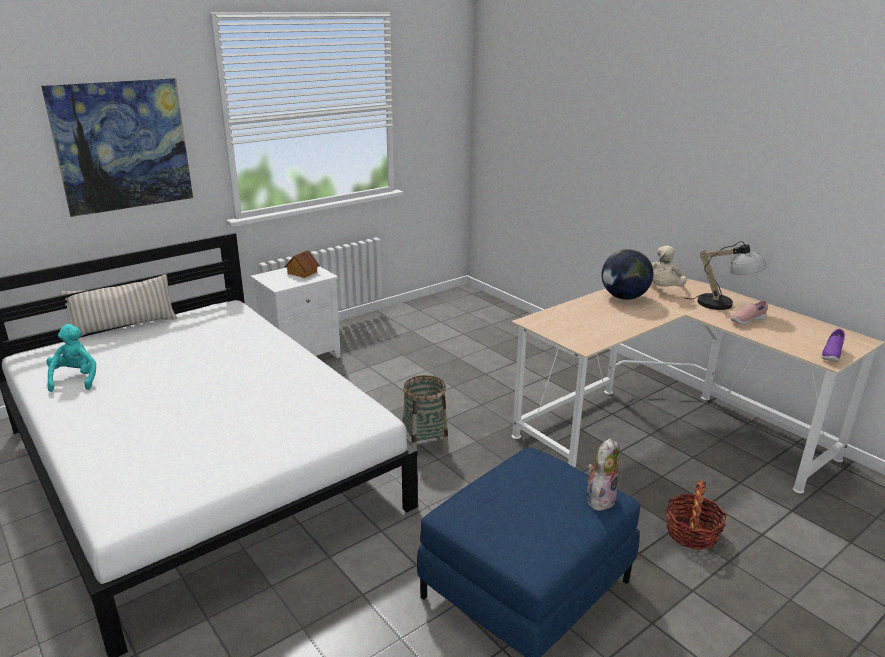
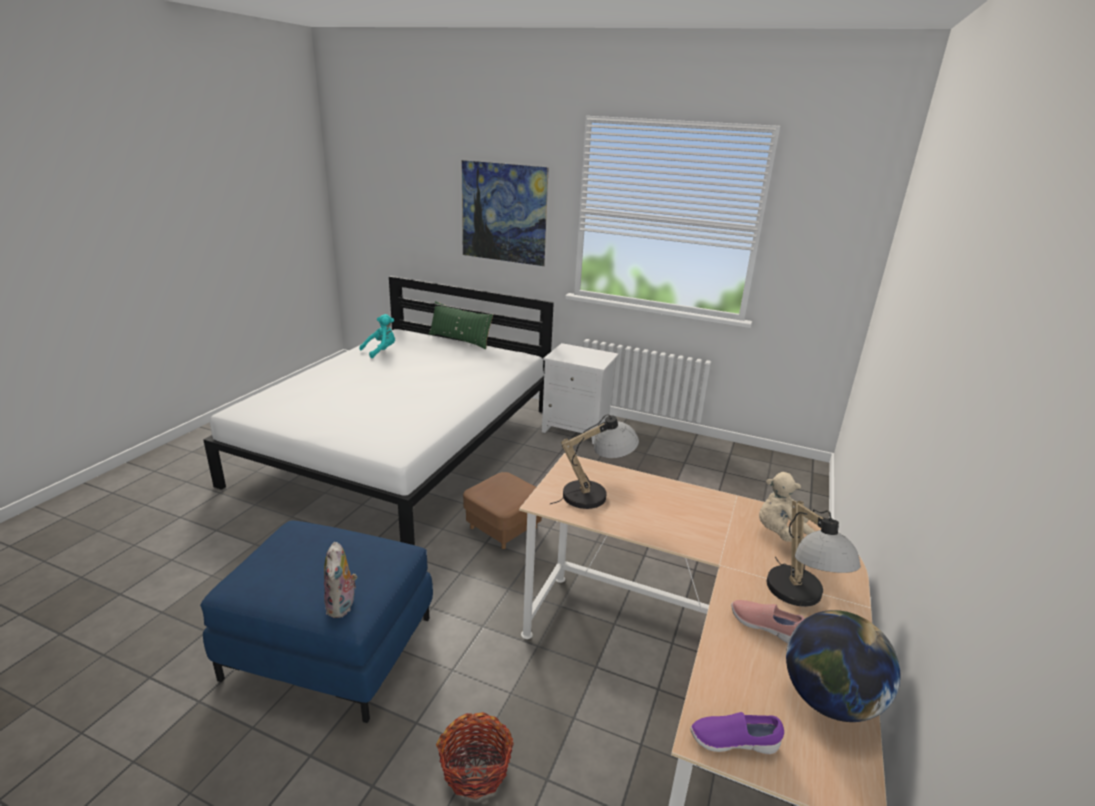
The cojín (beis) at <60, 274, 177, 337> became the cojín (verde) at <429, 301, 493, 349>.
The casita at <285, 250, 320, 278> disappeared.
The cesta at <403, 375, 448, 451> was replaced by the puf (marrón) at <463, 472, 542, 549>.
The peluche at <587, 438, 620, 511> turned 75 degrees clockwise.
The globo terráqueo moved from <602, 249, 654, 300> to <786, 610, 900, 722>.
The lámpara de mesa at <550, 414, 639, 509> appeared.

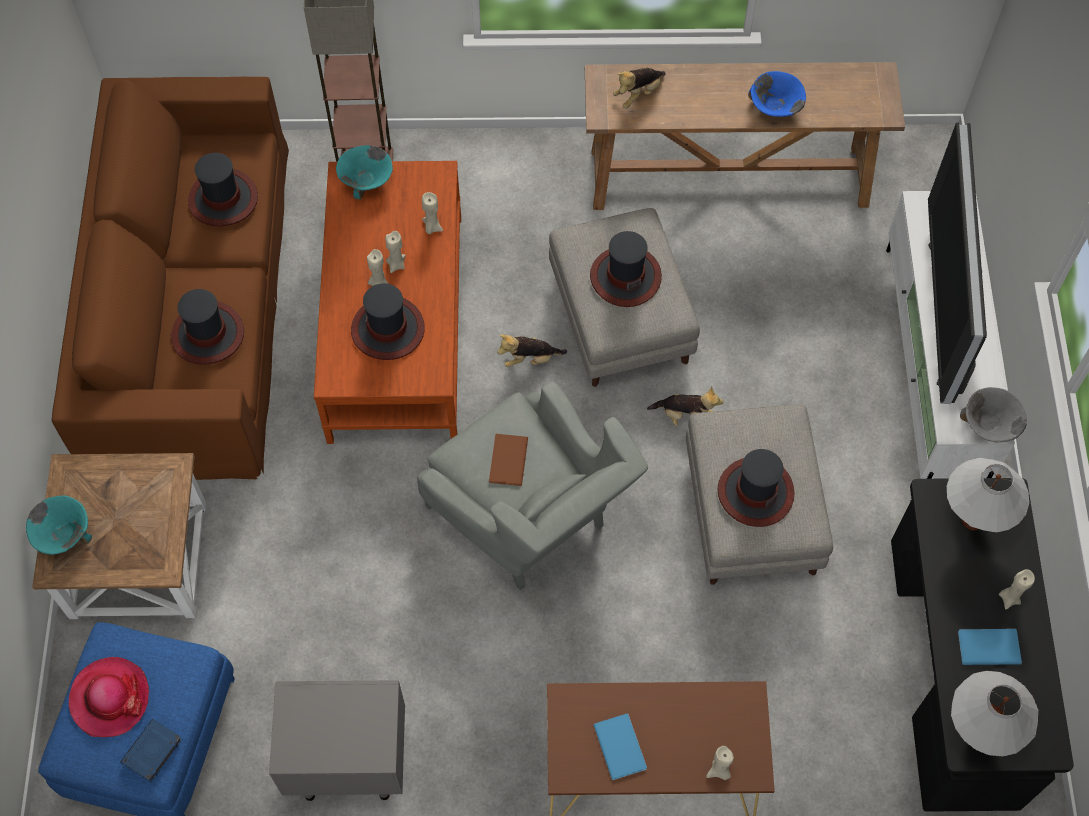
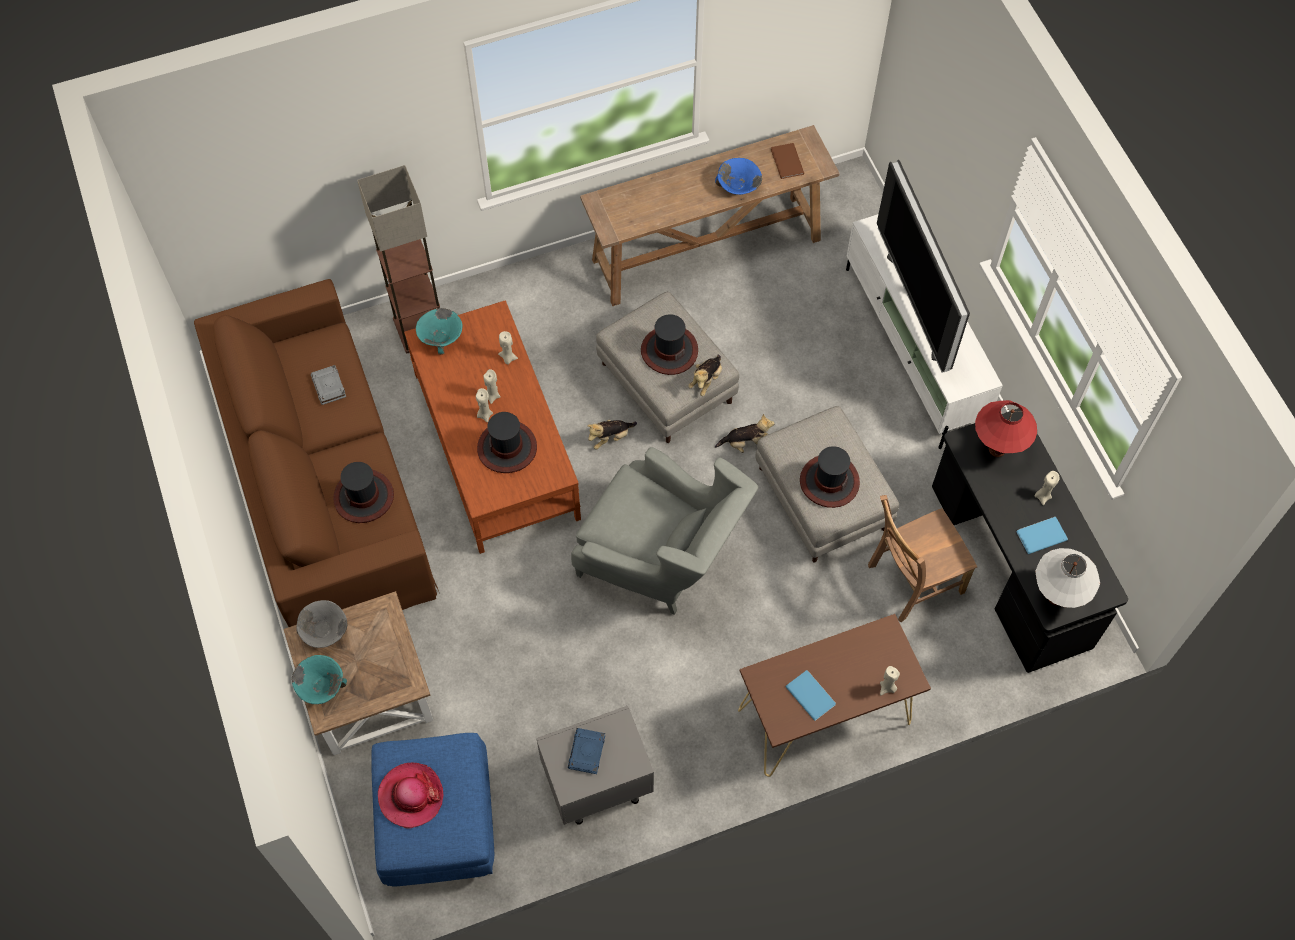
The libro (azul) moved from <120, 719, 183, 782> to <568, 728, 605, 774>.
The sombrero at <188, 153, 258, 227> was replaced by the libro (gris) at <311, 365, 346, 405>.
The libro (marrón) moved from <489, 434, 528, 486> to <771, 143, 804, 179>.
The peluche moved from <613, 68, 665, 108> to <688, 355, 722, 396>.
The lámpara de mesa (blanco) at <947, 457, 1029, 533> became the lámpara de mesa (rojo) at <975, 400, 1037, 457>.
The cuenco (gris) moved from <960, 387, 1027, 443> to <296, 600, 348, 648>.
The silla (marrón) at <868, 495, 977, 622> appeared.

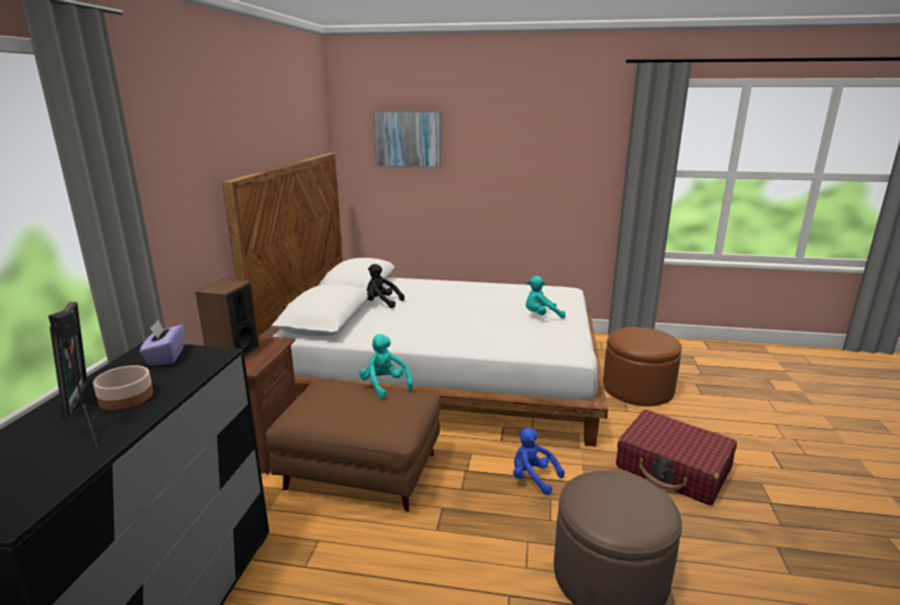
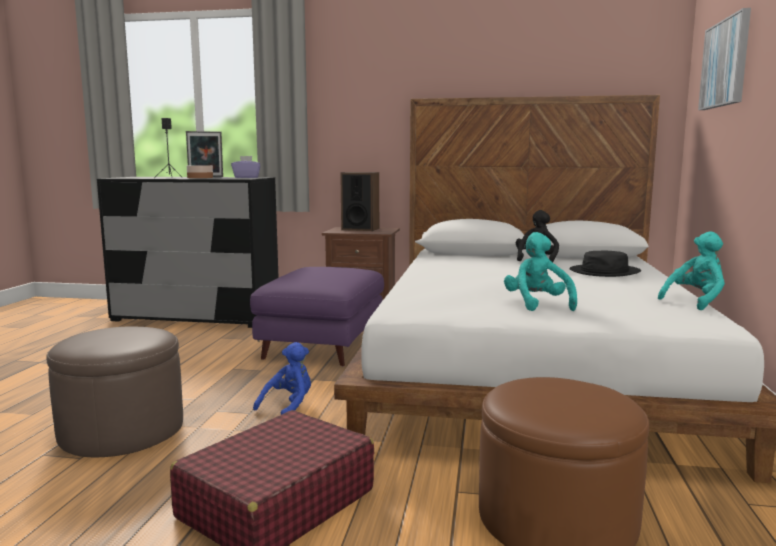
The puf (marrón) at <265, 379, 441, 512> became the puf (morado) at <250, 267, 384, 366>.
The peluche (turquesa) moved from <359, 334, 413, 398> to <658, 231, 725, 310>.
The sombrero (negro) at <569, 251, 641, 277> appeared.

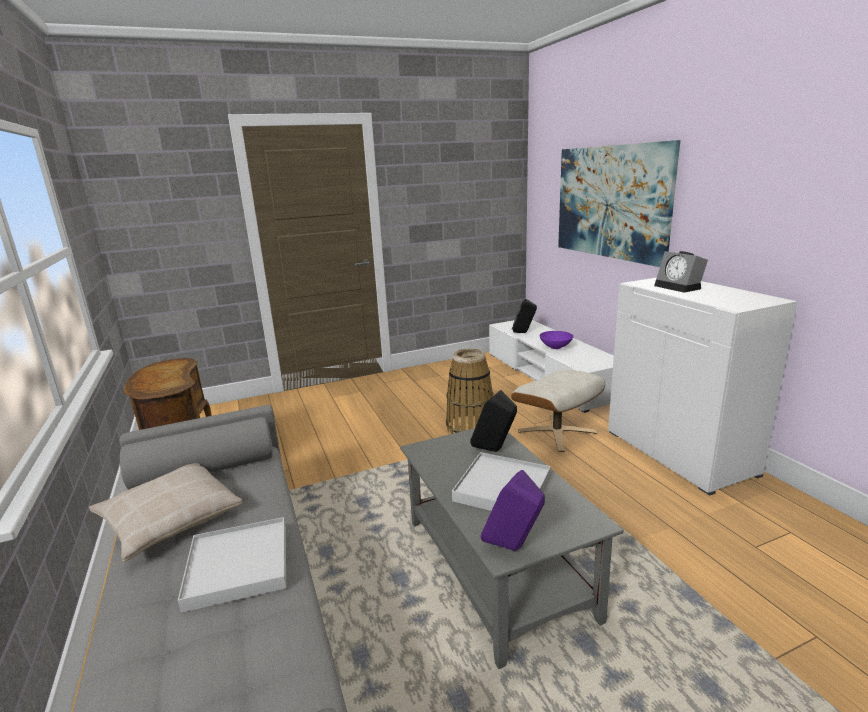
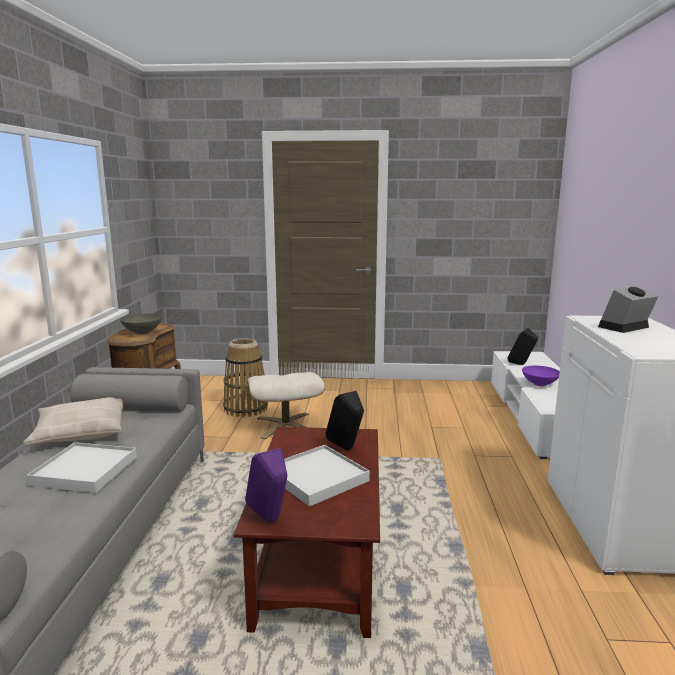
The mesa de centro (gris) at <400, 428, 624, 669> became the mesa de centro (marrón) at <234, 427, 380, 638>.
The cesta moved from <446, 348, 494, 434> to <223, 338, 268, 417>.
The puf (beis) moved from <511, 370, 605, 452> to <247, 372, 325, 439>.
The cuadro at <558, 140, 680, 267> disappeared.
The despertador at <654, 251, 708, 293> turned 60 degrees clockwise.
The cuenco (gris) at <120, 314, 162, 334> appeared.

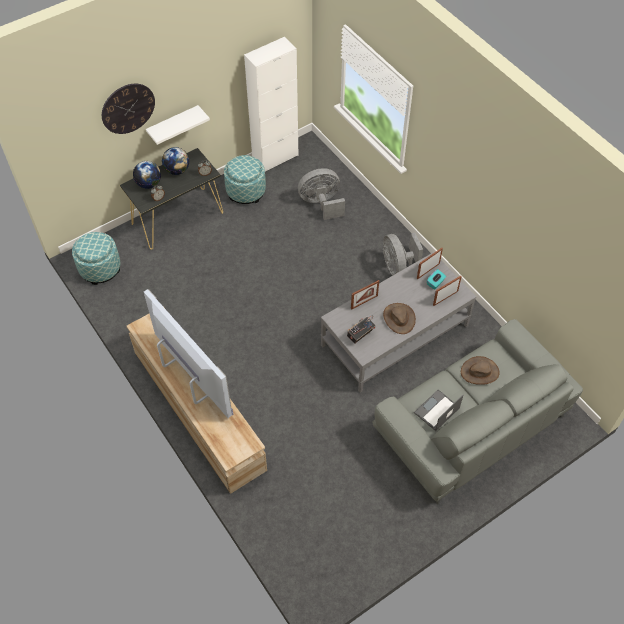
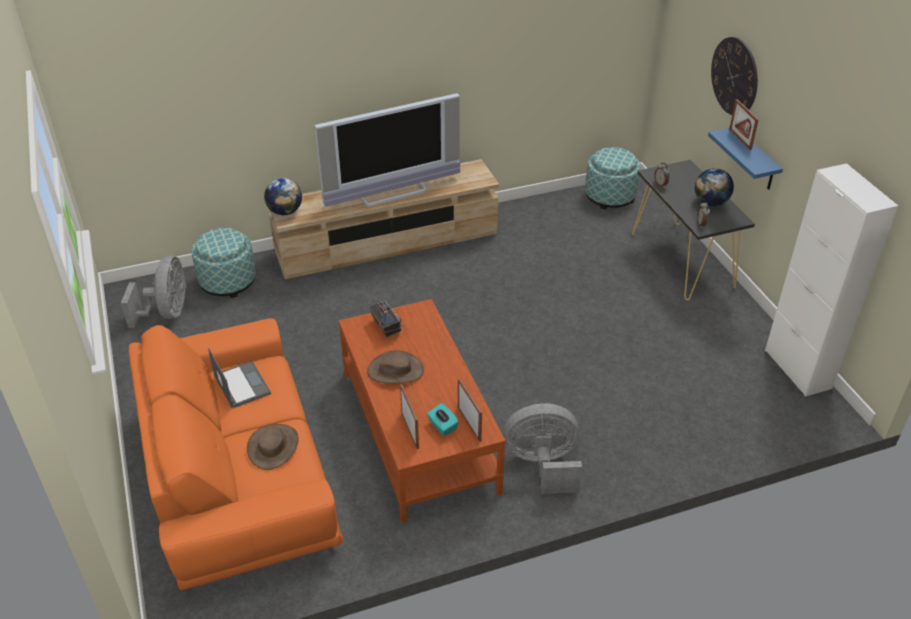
The globo terráqueo moved from <133, 161, 161, 189> to <264, 178, 302, 215>.
The estante (blanco) at <146, 105, 210, 145> became the estante (azul) at <708, 128, 783, 190>.
The puf moved from <224, 155, 266, 204> to <192, 228, 256, 298>.
The ventilador (gris) moved from <298, 168, 345, 220> to <121, 256, 186, 328>.
The mesa de centro (gris) at <321, 252, 476, 393> became the mesa de centro (marrón) at <339, 299, 506, 524>.
The portarretratos moved from <351, 280, 379, 310> to <729, 99, 759, 150>.
The sofá (gris) at <372, 319, 583, 505> became the sofá (naranja) at <129, 318, 343, 598>.

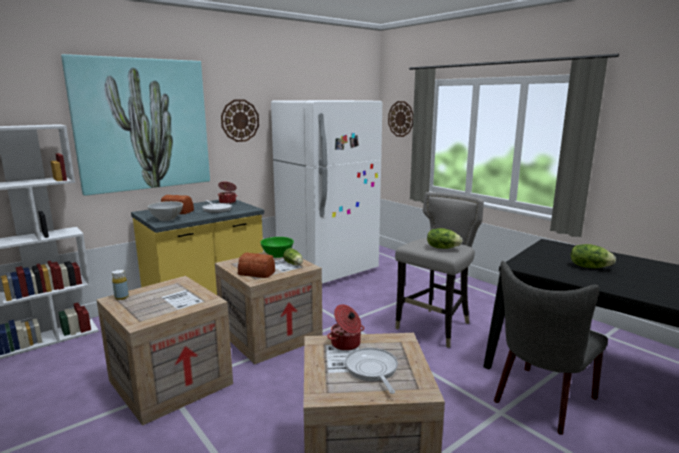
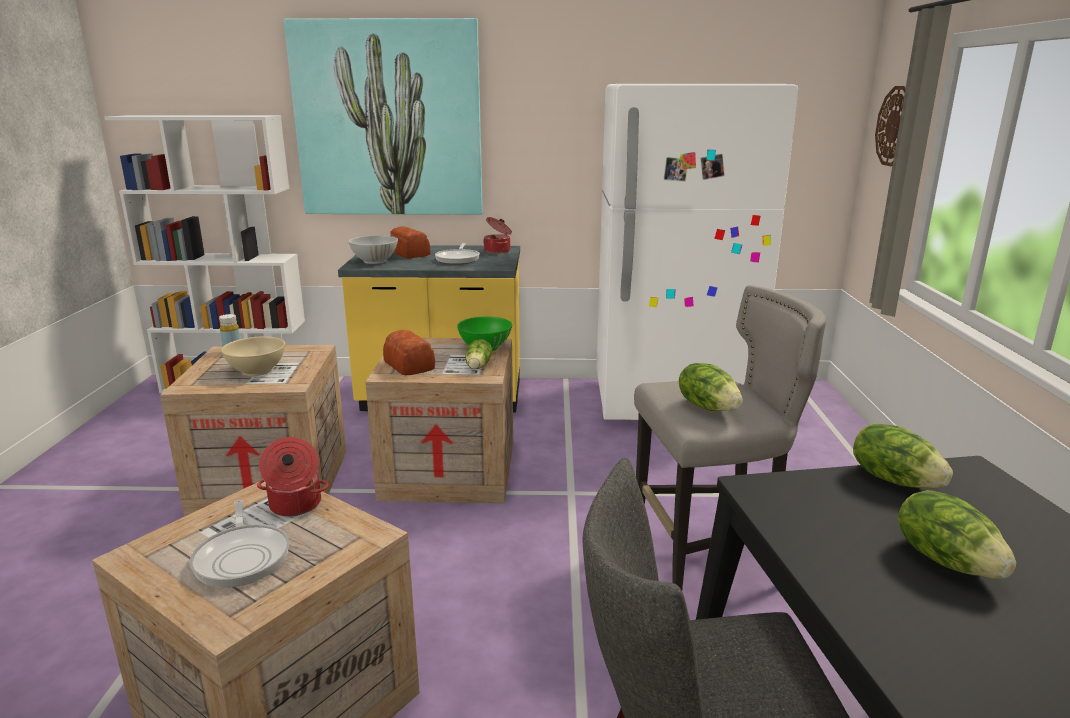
The reloj de pared at <221, 99, 259, 142> disappeared.
The sartén at <345, 348, 398, 394> turned 135 degrees clockwise.
The cuenco (beis) at <221, 336, 285, 376> appeared.
The lechuga at <853, 424, 953, 488> appeared.

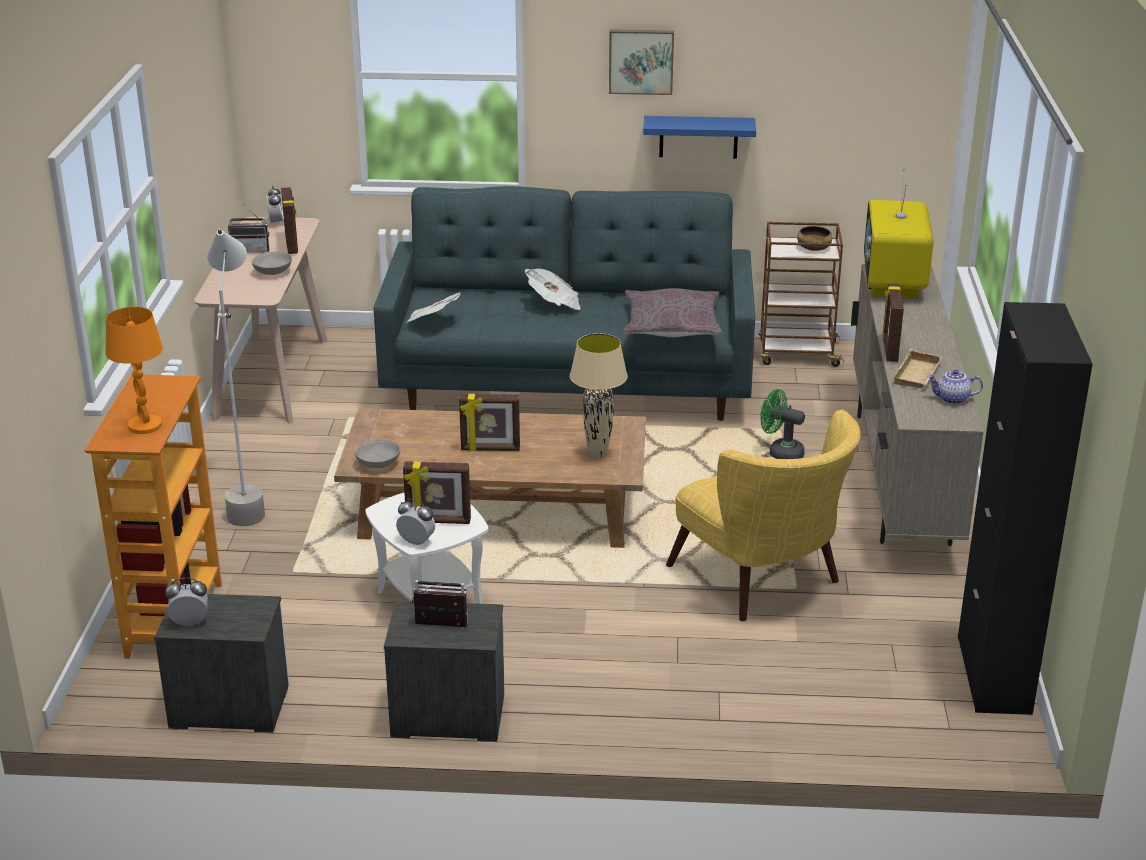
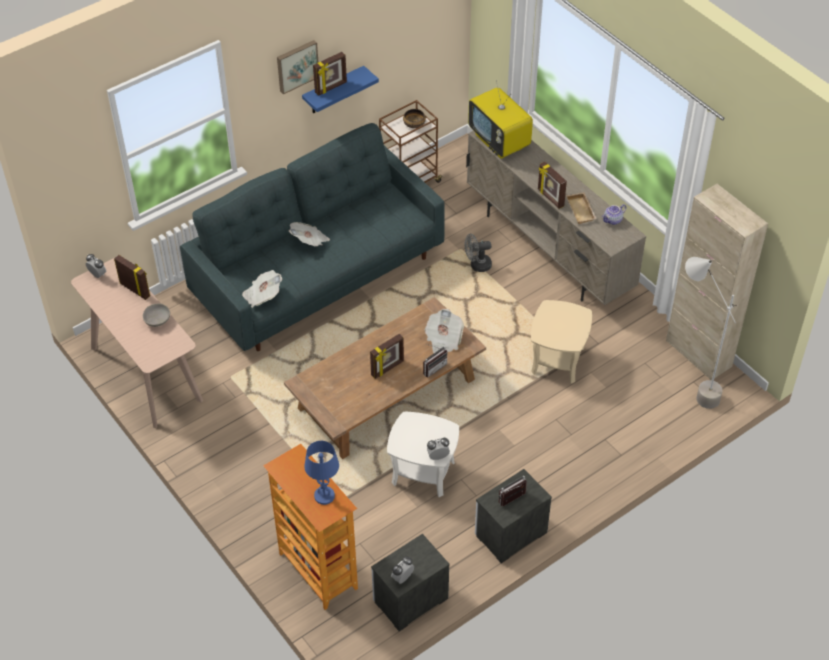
The lámpara de mesa (naranja) at <106, 307, 163, 434> became the lámpara de mesa (azul) at <304, 441, 339, 505>.
The lámpara de pie (gris) moved from <207, 229, 265, 526> to <685, 257, 737, 409>.
The radio moved from <228, 204, 270, 253> to <423, 344, 447, 378>.
The cuenco (gris) at <355, 440, 400, 468> disappeared.
The portarretratos moved from <403, 461, 471, 524> to <313, 52, 347, 96>.
The lámpara de mesa (beis) at <570, 333, 628, 459> was replaced by the periódico at <425, 309, 464, 353>.
The cojín (gris) at <623, 288, 723, 337> disappeared.
The sillón (amarillo) at <666, 410, 861, 621> was replaced by the mesa auxiliar (beis) at <531, 300, 592, 384>.
The ventilador (verde) at <760, 389, 805, 459> became the ventilador (gris) at <465, 234, 492, 272>.
The armario (negro) at <958, 302, 1093, 715> became the armario (beis) at <666, 184, 768, 380>.

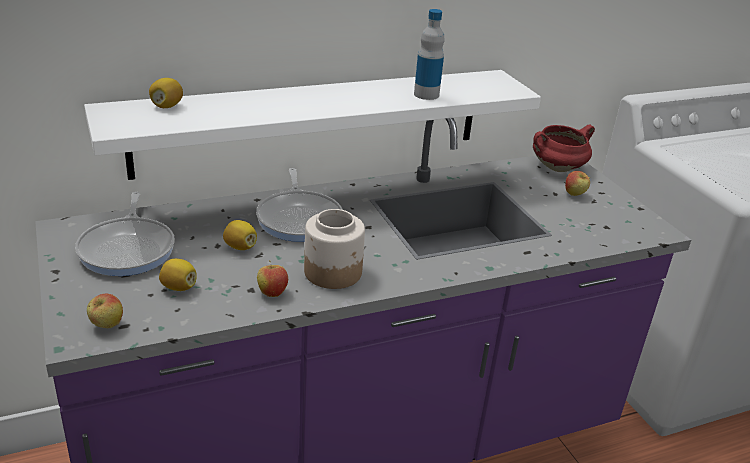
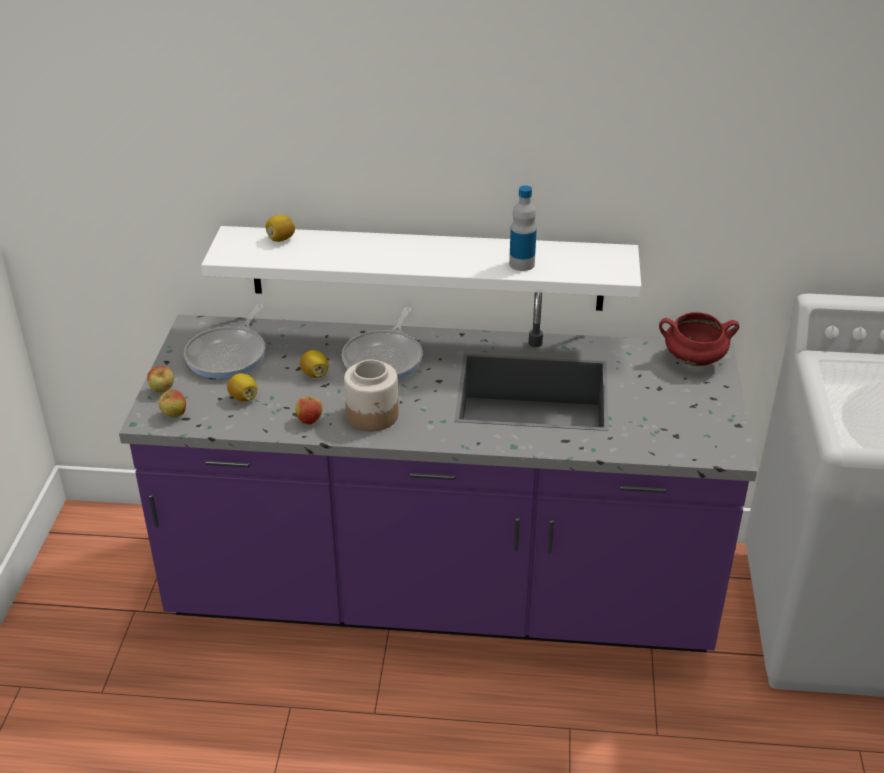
The manzana moved from <565, 171, 590, 196> to <147, 366, 174, 392>.

